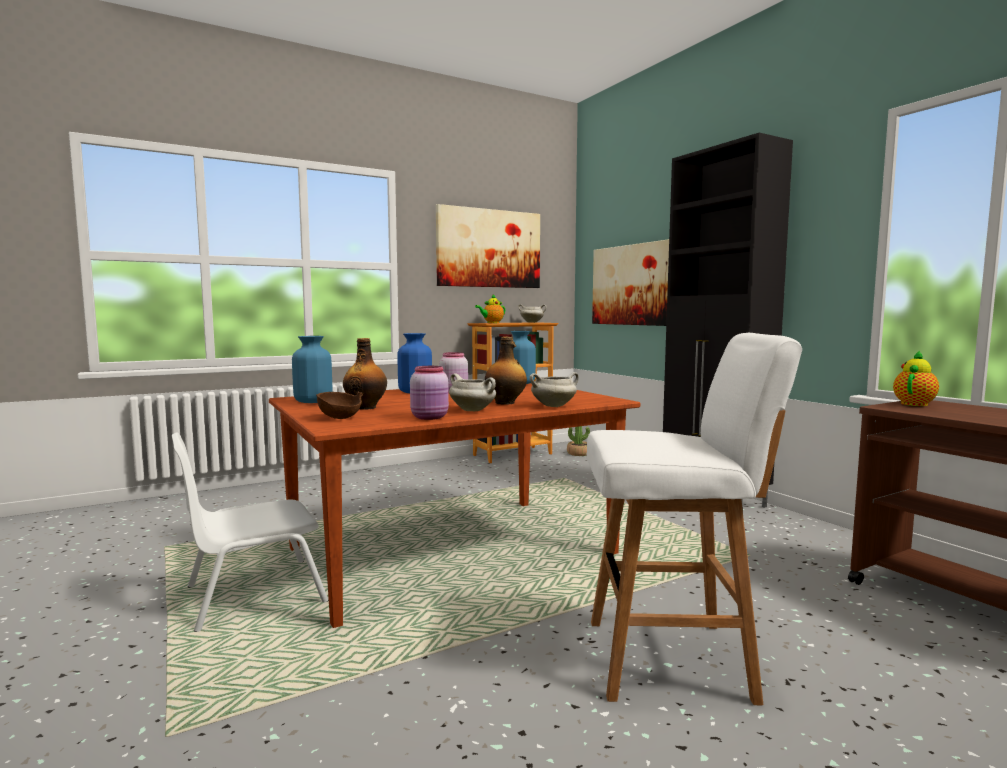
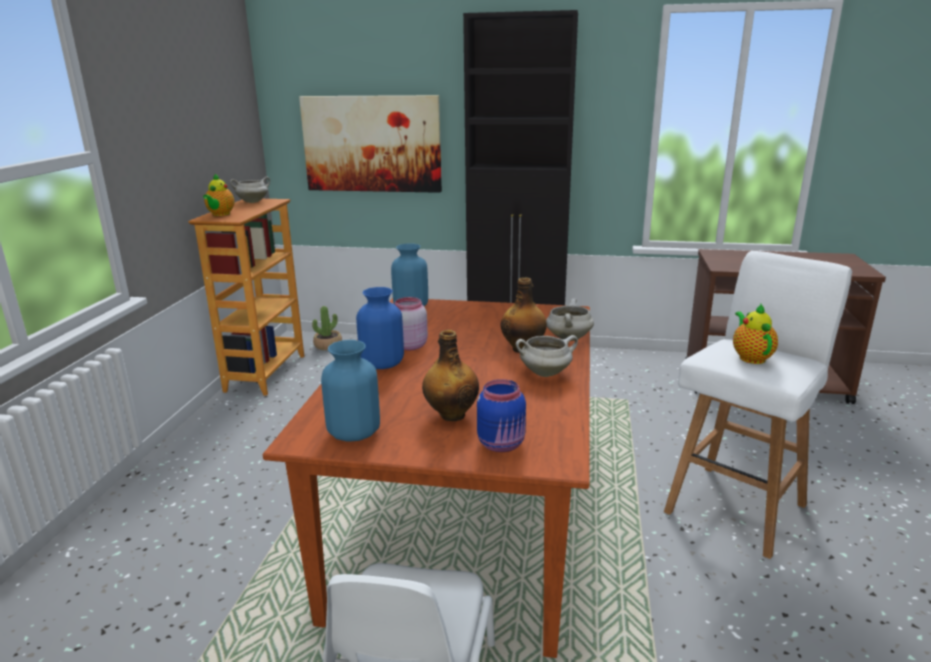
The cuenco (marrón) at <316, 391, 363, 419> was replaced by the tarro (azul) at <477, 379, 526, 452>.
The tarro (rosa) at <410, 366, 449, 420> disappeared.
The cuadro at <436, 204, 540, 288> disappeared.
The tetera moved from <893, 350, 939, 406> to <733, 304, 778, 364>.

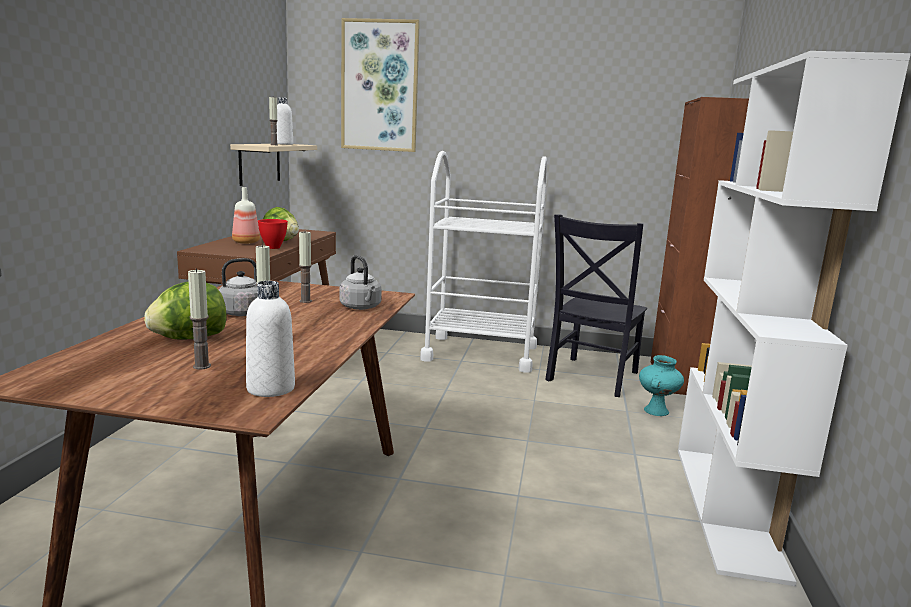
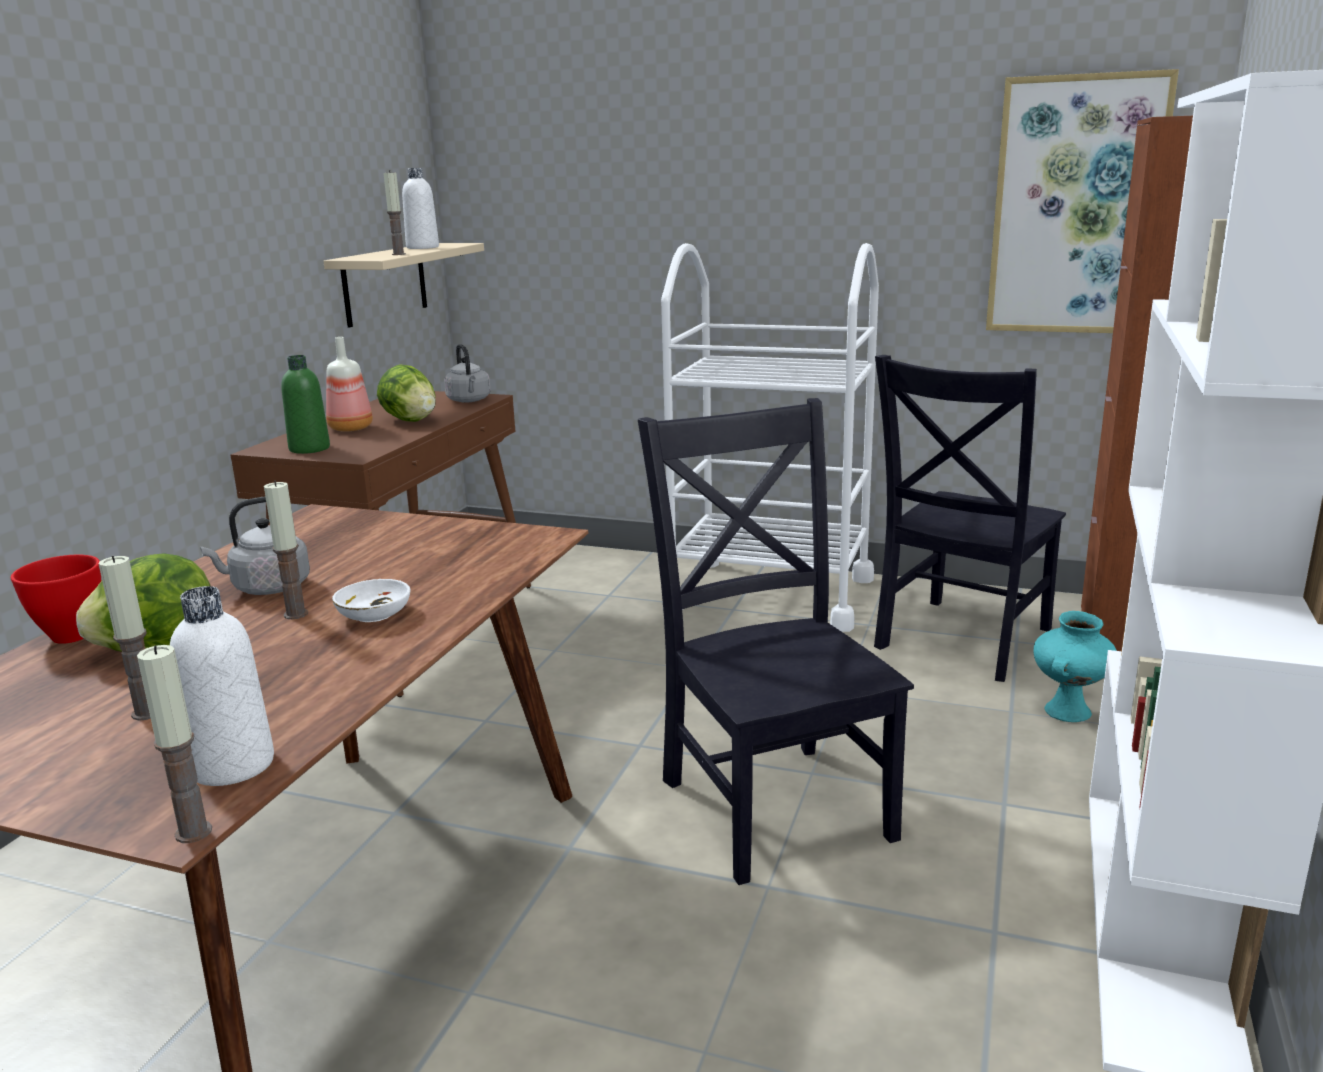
The cuenco (rojo) moved from <258, 219, 288, 249> to <11, 555, 101, 644>.
The vela moved from <299, 232, 312, 303> to <137, 645, 212, 843>.
The hervidor (gris) moved from <339, 255, 382, 310> to <444, 344, 491, 403>.
The cuadro moved from <341, 18, 420, 152> to <986, 69, 1179, 333>.
The botella (verde) at <281, 355, 330, 454> appeared.
The cuenco (blanco) at <332, 579, 410, 622> appeared.
The silla (negro) at <638, 398, 914, 885> appeared.

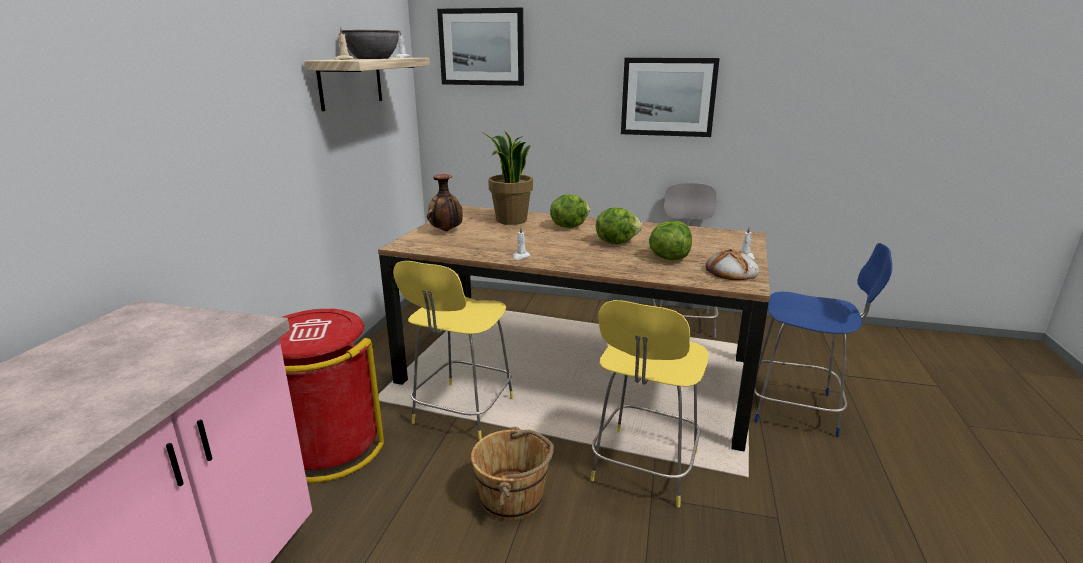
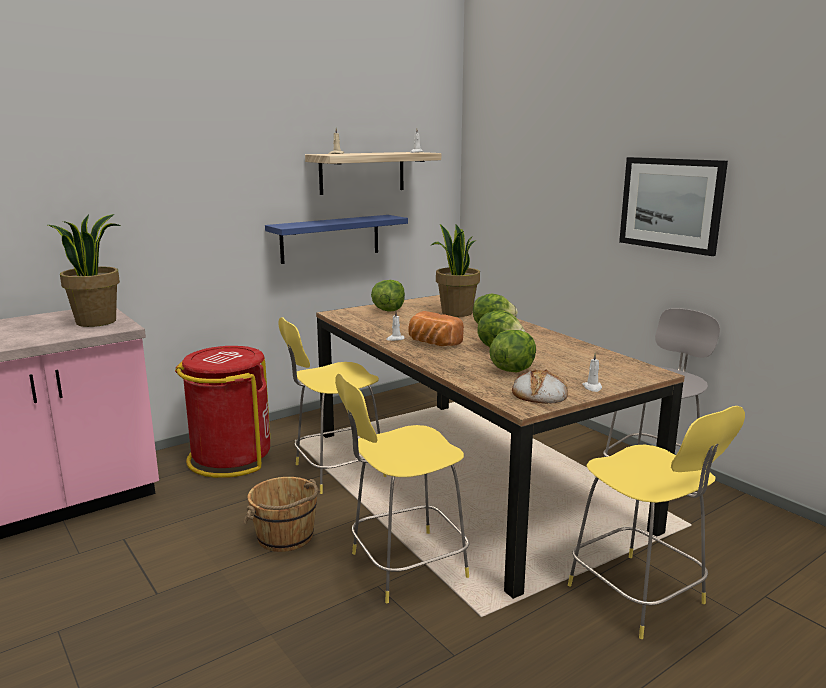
The cuenco (gris) at <342, 30, 400, 59> disappeared.
The florero at <427, 174, 463, 231> was replaced by the lechuga at <371, 280, 405, 312>.
The cuadro at <437, 8, 524, 86> disappeared.
The taburete (azul) at <754, 243, 892, 437> became the taburete (amarillo) at <568, 406, 745, 639>.
The planta en maceta at <48, 214, 121, 327> appeared.
The estante (azul) at <265, 215, 408, 264> appeared.
The pan at <408, 311, 464, 346> appeared.

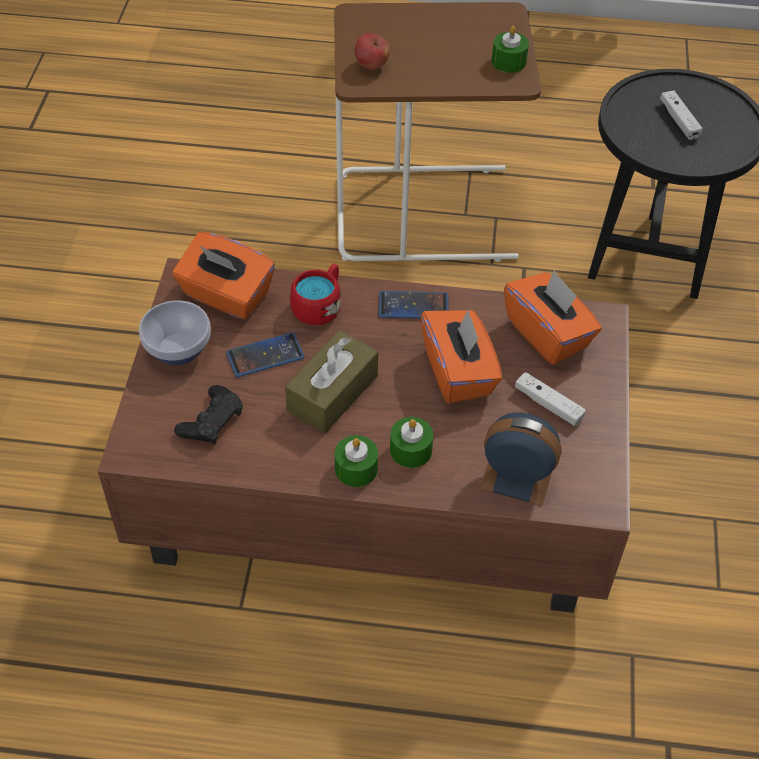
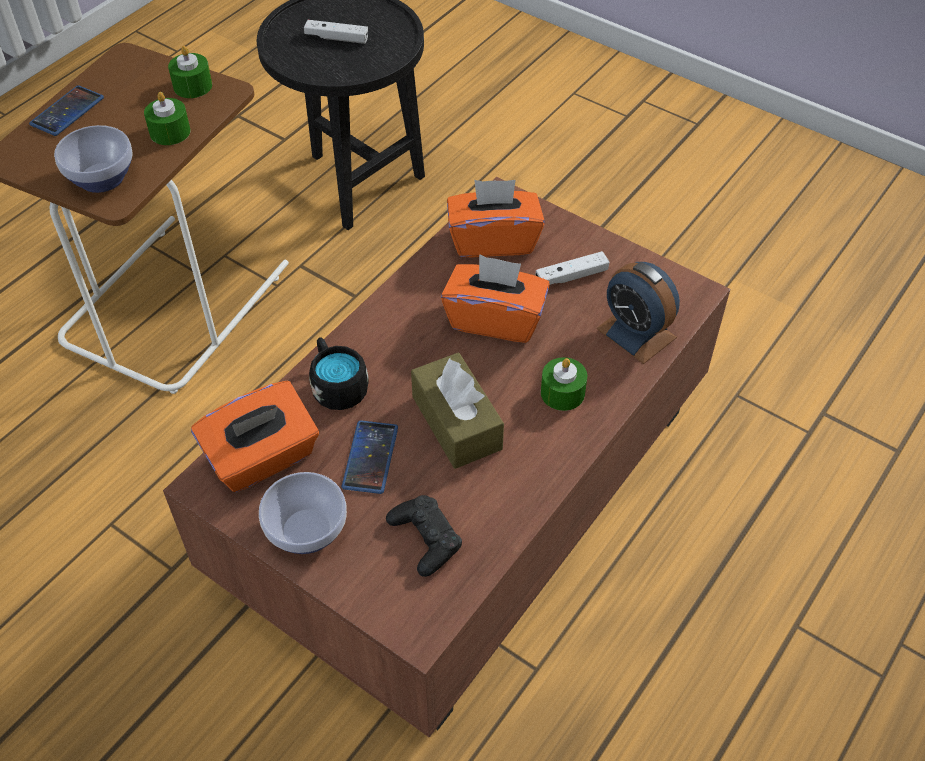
The taza grande (rojo) at <290, 264, 341, 325> became the taza grande (negro) at <309, 337, 369, 410>.
The vela (verde) moved from <335, 435, 378, 487> to <144, 92, 191, 145>.
The manzana at <355, 33, 389, 70> was replaced by the cuenco at <54, 125, 133, 193>.
The móvil moved from <379, 291, 449, 319> to <29, 85, 104, 136>.
The despertador at <480, 413, 561, 506> turned 90 degrees counterclockwise.

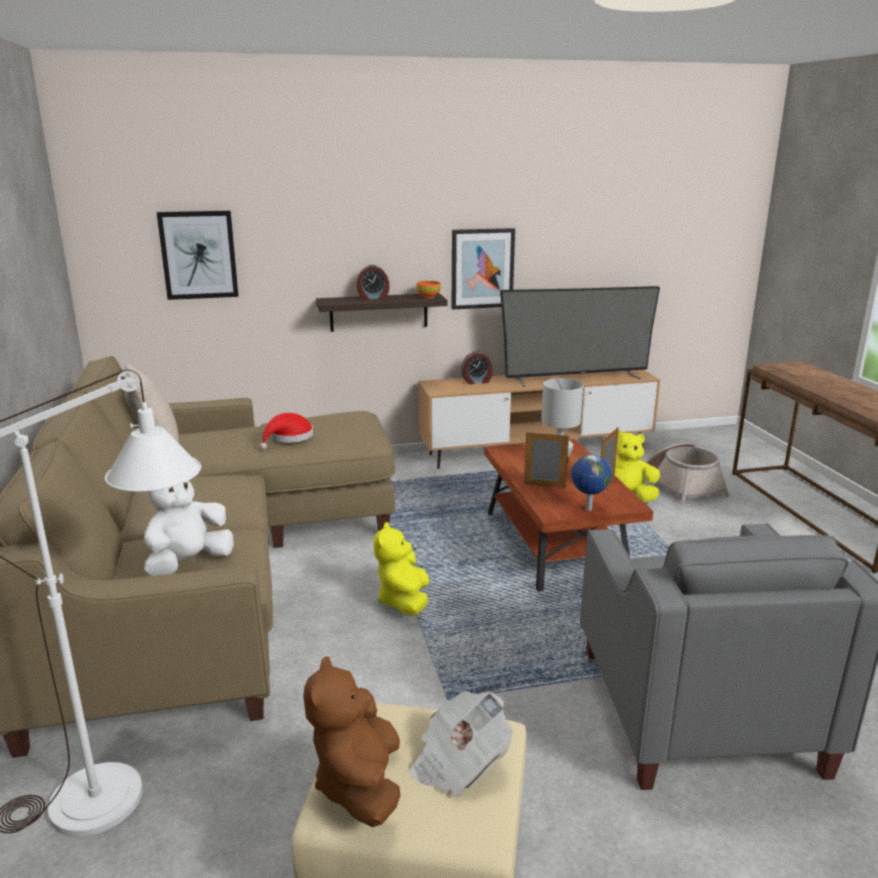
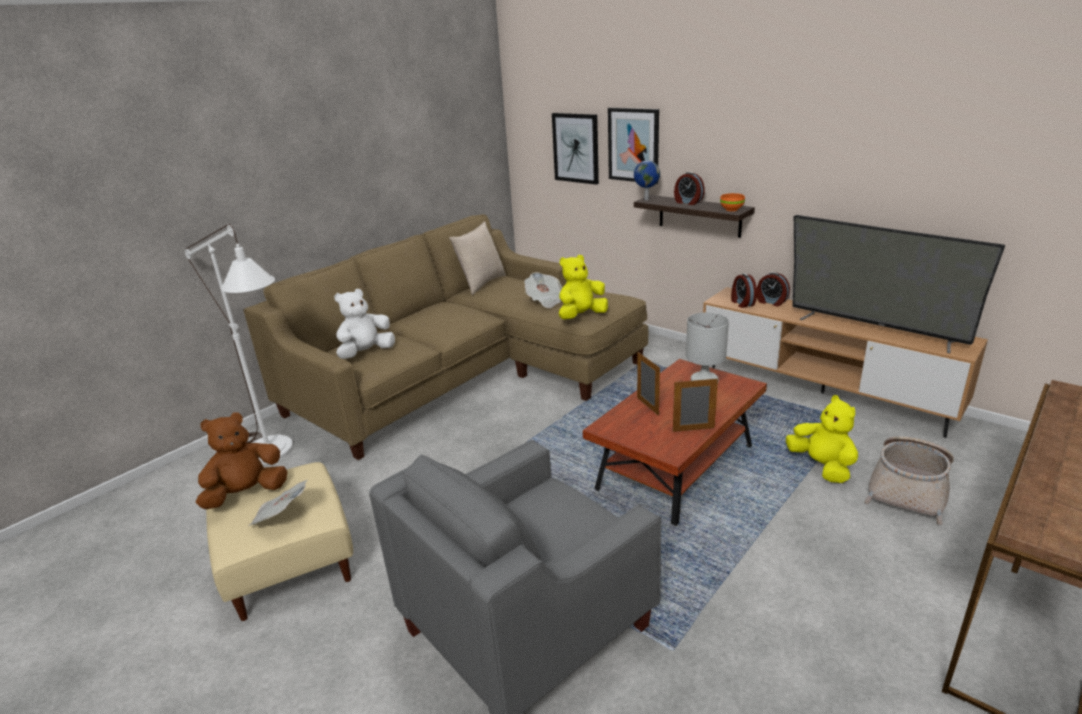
The peluche (blanco) at <144, 481, 234, 576> turned 45 degrees counterclockwise.
The sombrero (rojo) at <260, 413, 313, 449> was replaced by the periódico at <524, 272, 562, 308>.
The peluche (amarillo) moved from <374, 522, 429, 616> to <559, 255, 608, 319>.
The cuadro moved from <452, 228, 515, 310> to <608, 108, 659, 184>.
The globo terráqueo moved from <571, 455, 612, 511> to <634, 160, 660, 200>.
The despertador at <731, 273, 757, 308> appeared.

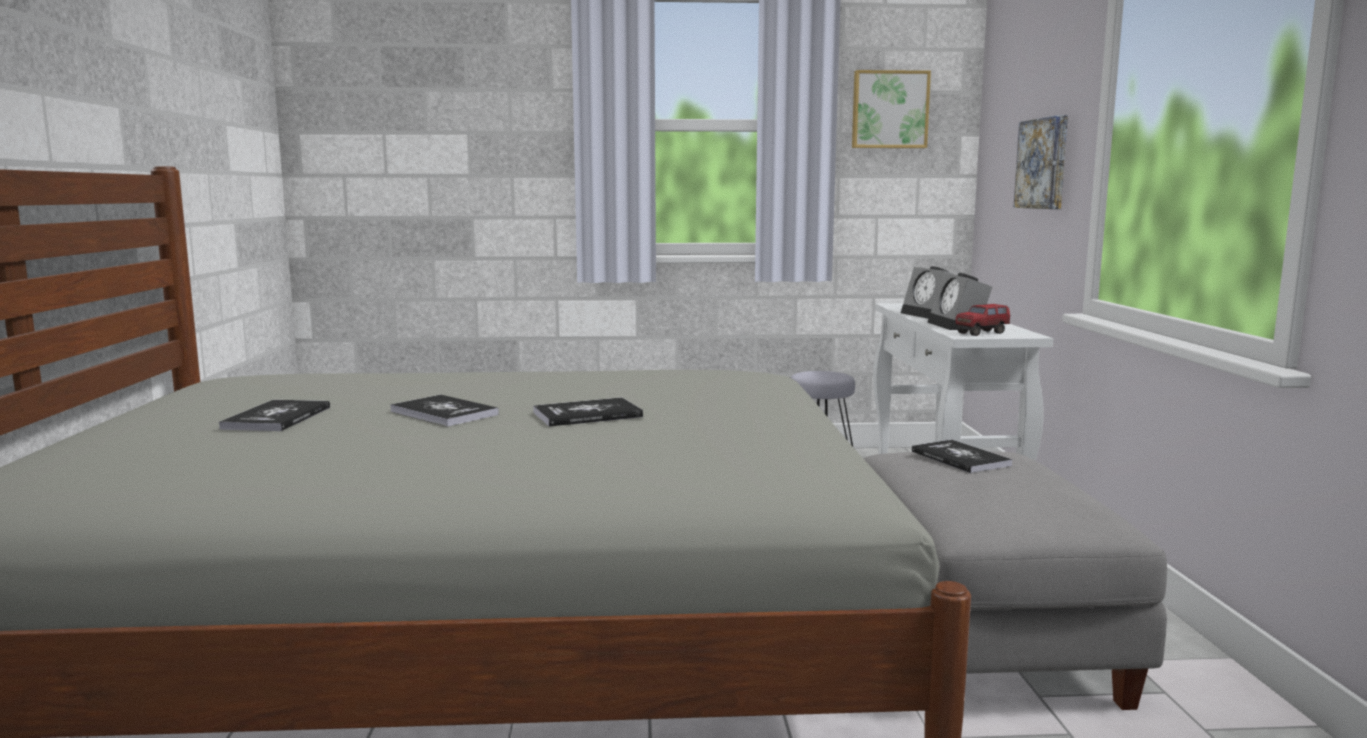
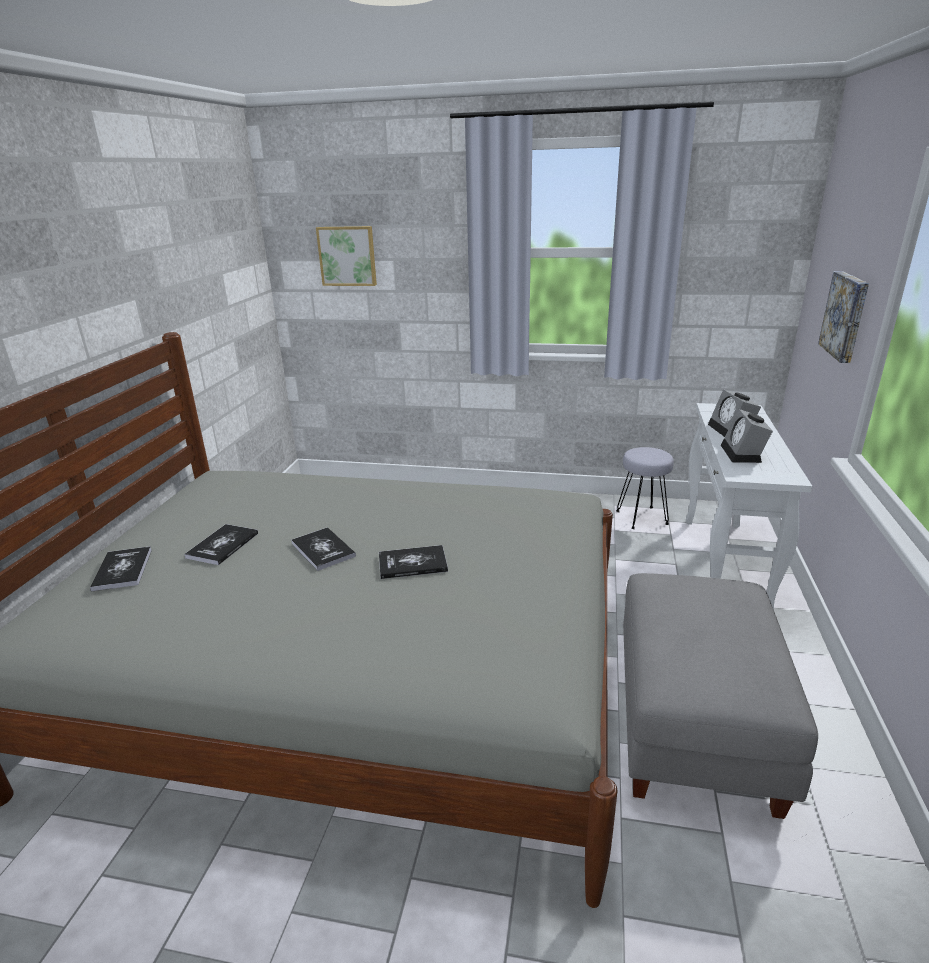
The cuadro moved from <852, 70, 931, 148> to <316, 226, 377, 286>.
The libro moved from <912, 439, 1013, 473> to <90, 546, 152, 592>.
The camión de juguete at <956, 304, 1010, 336> disappeared.

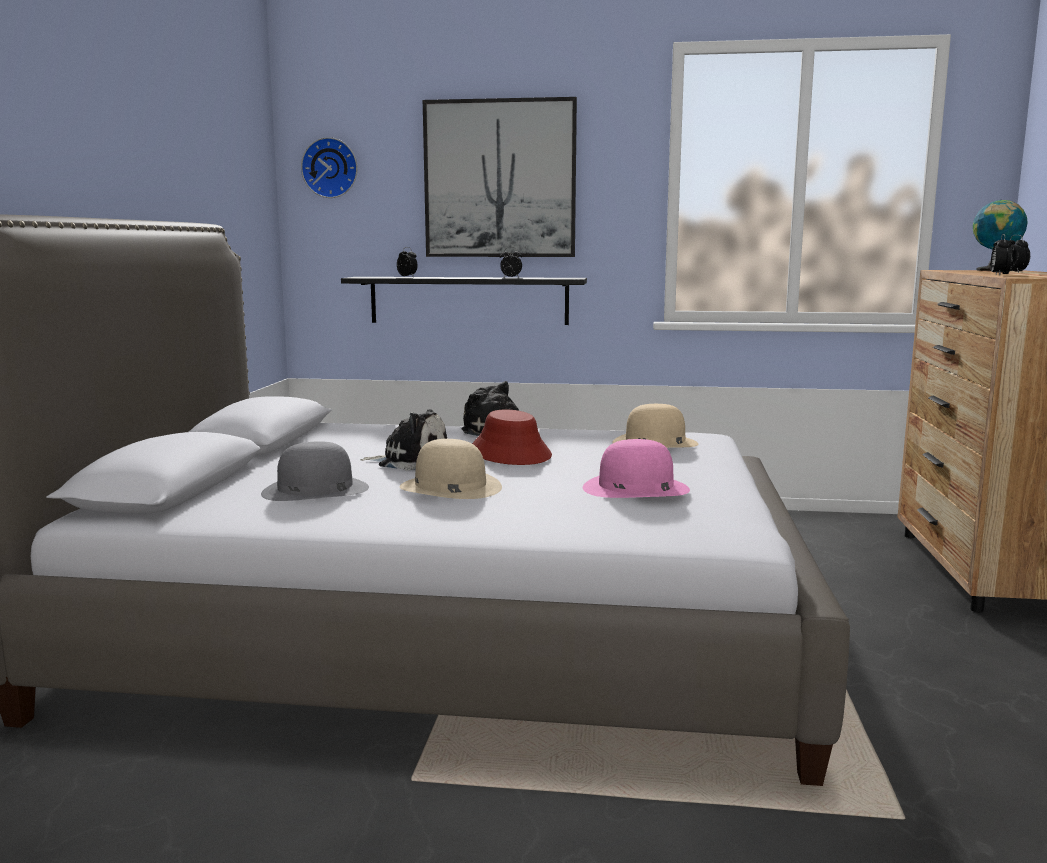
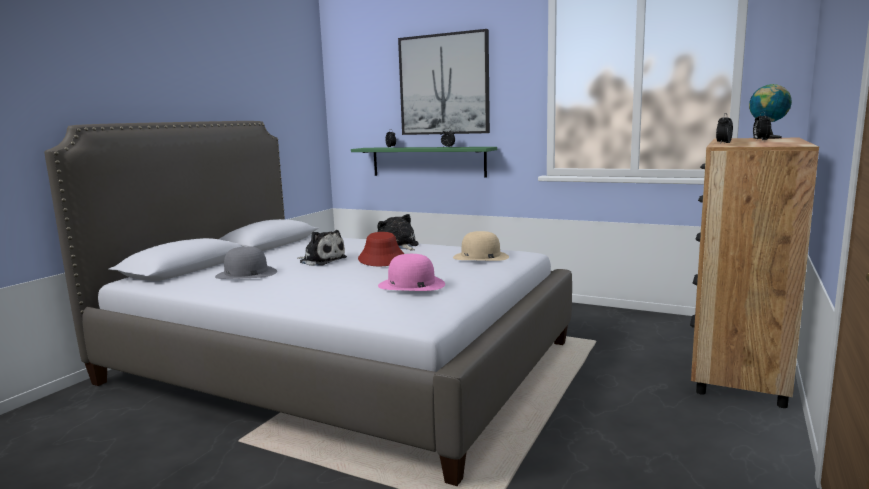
The reloj de pared at <301, 137, 358, 198> disappeared.
The estante (negro) at <341, 277, 587, 325> became the estante (verde) at <351, 147, 497, 178>.
The sombrero (beis) at <399, 439, 502, 499> disappeared.

